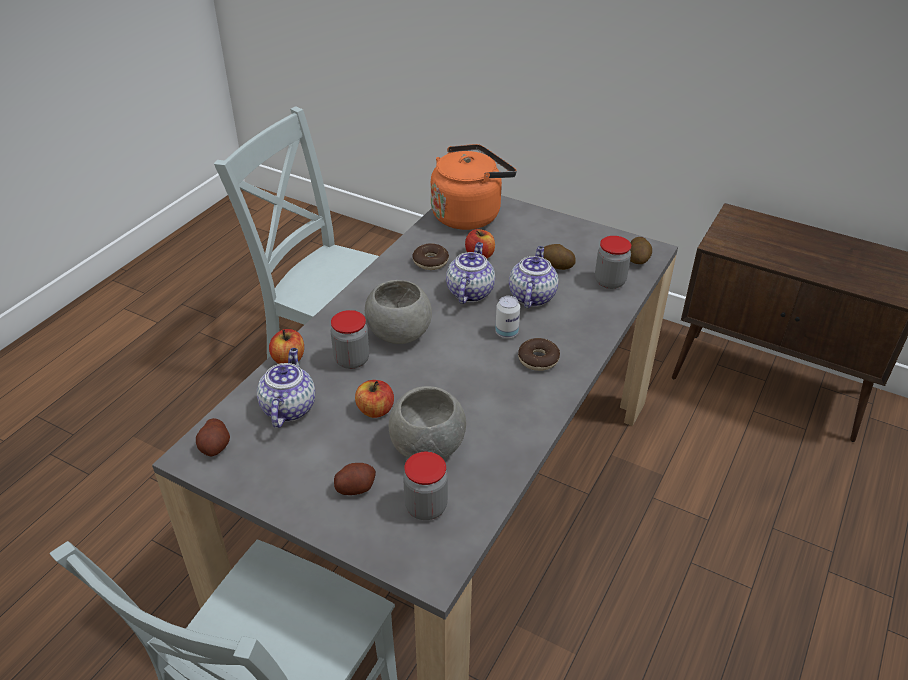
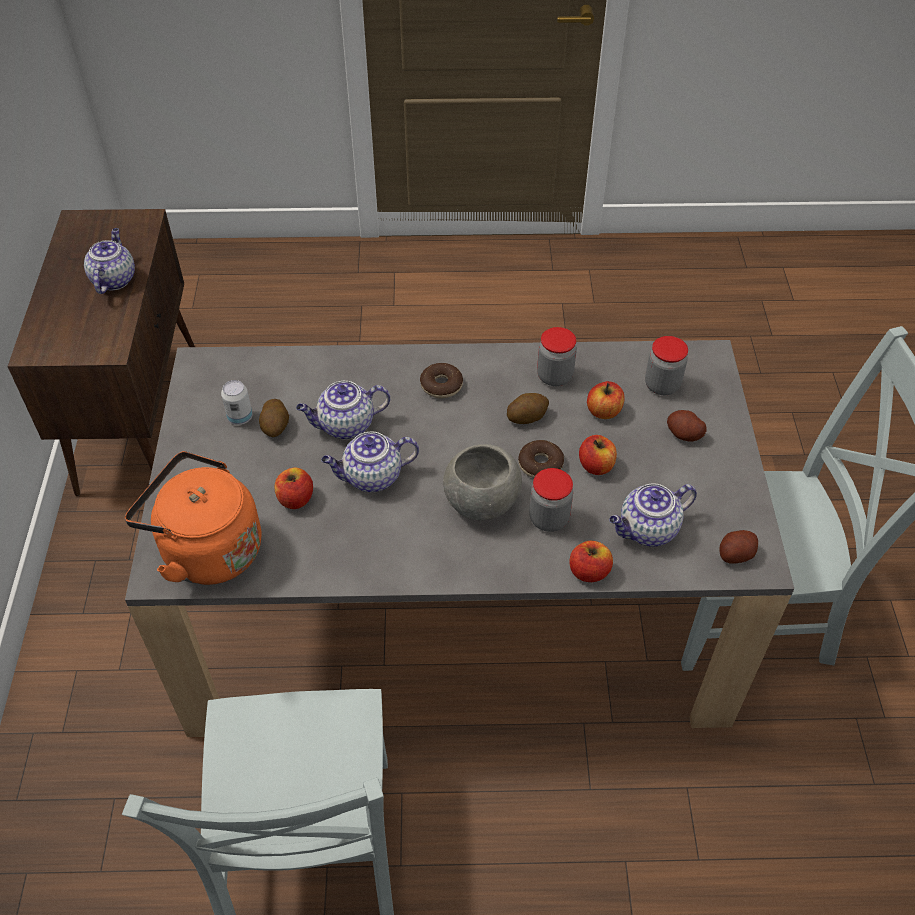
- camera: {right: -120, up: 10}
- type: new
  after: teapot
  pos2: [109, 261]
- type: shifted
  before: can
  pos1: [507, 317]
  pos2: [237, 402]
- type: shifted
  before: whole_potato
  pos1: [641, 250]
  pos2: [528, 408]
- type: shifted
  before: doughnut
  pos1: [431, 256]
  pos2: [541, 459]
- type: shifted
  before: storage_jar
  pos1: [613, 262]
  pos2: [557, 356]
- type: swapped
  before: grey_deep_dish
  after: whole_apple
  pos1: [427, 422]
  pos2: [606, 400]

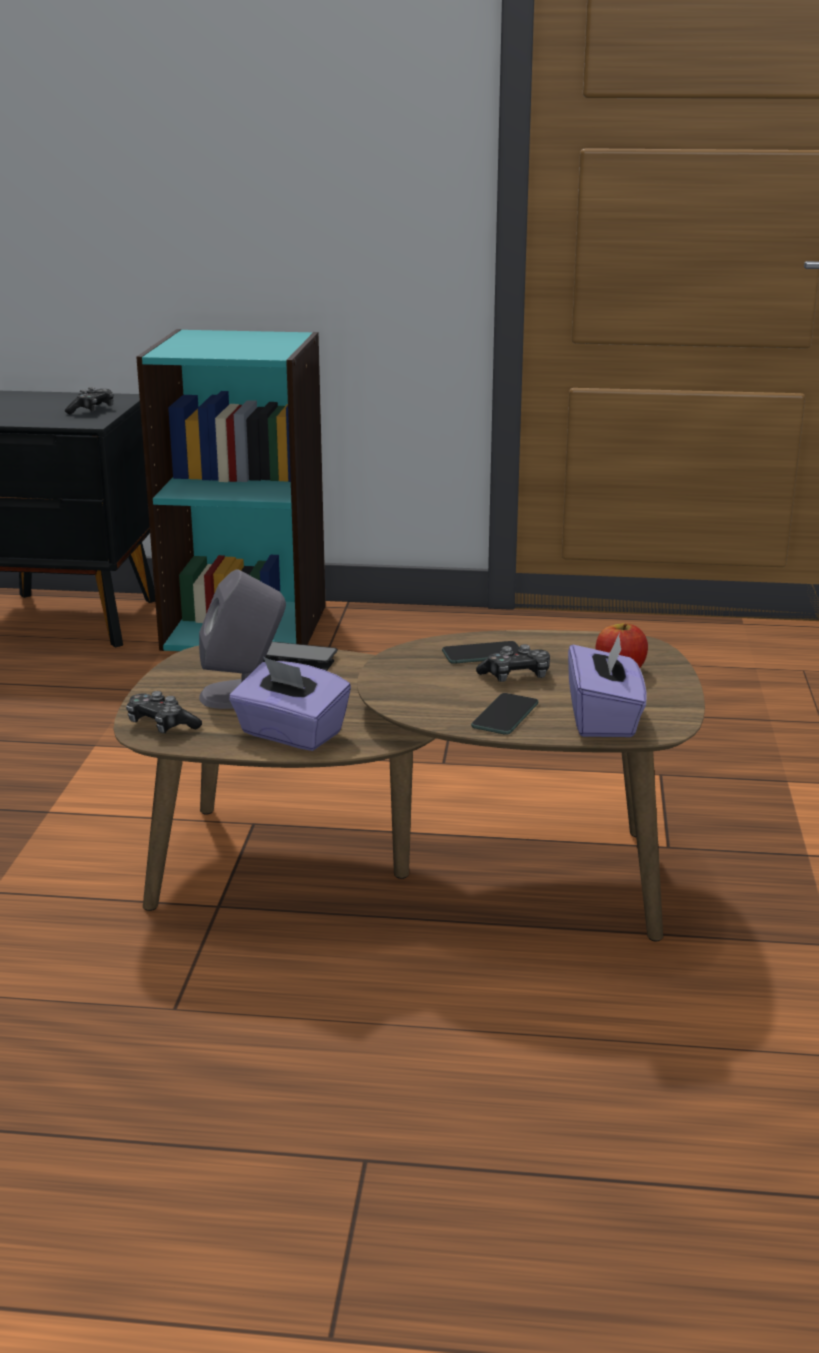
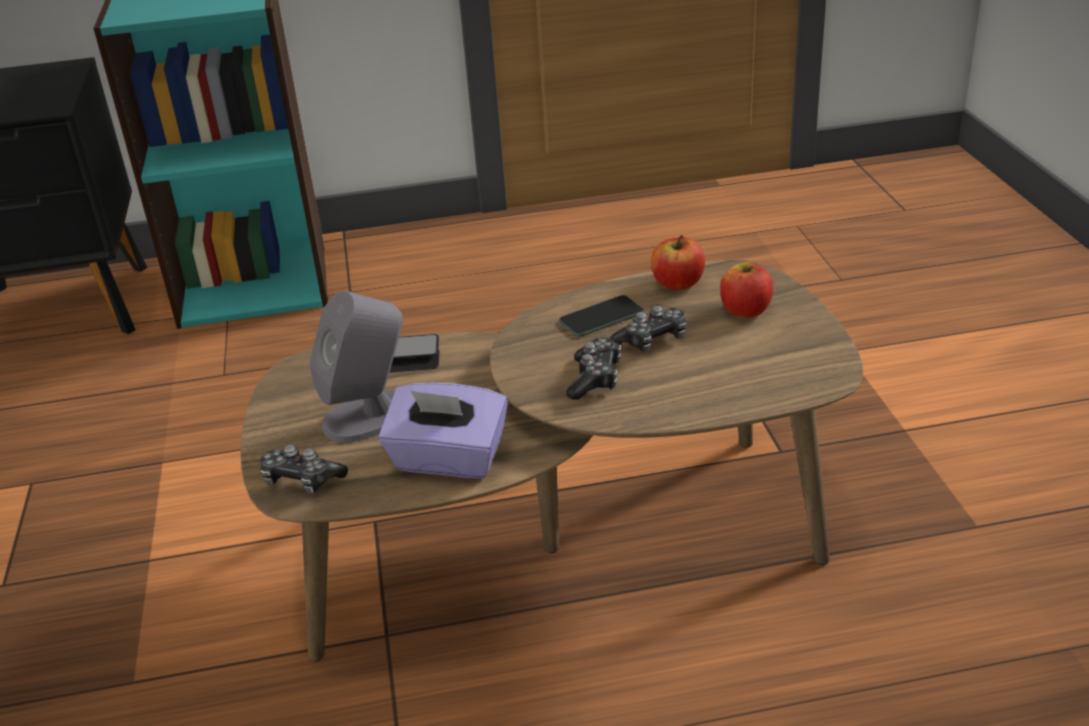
- camera: {right: -15, up: 10}
- type: shifted
  before: game_controller
  pos1: [89, 400]
  pos2: [594, 368]
- type: new
  after: whole_apple
  pos2: [678, 262]
- type: gone
  before: handset
  pos1: [504, 714]
- type: gone
  before: purple-coloured_tissue_holder
  pos1: [607, 685]

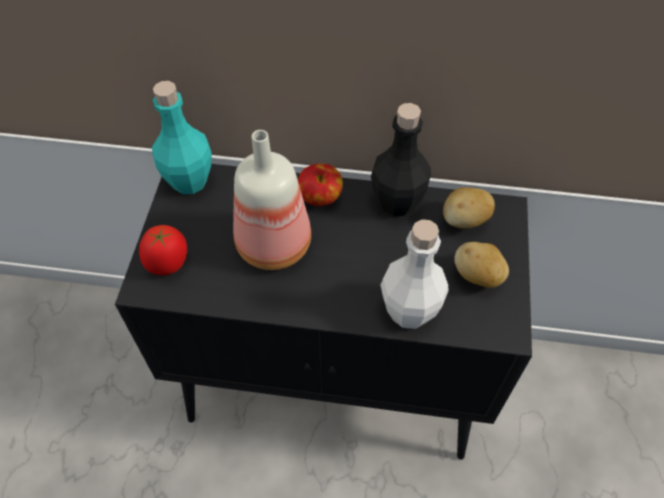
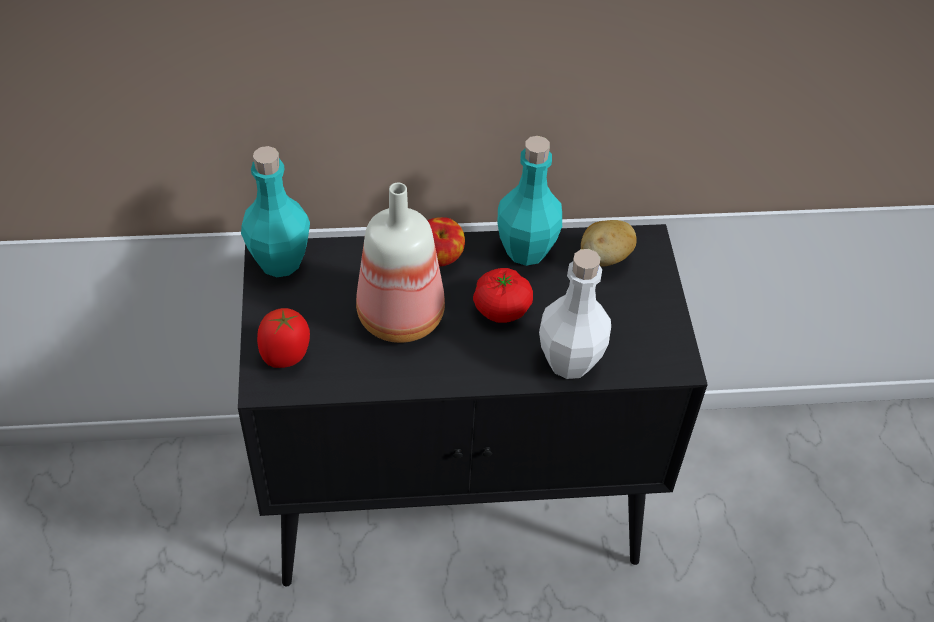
- camera: {right: -15, up: -5}
- type: new
  after: fresh_tomato
  pos2: [503, 295]
- type: repainted
  before: blackish_drink_bottle
  after: turquoise_drink_bottle
  pos1: [401, 159]
  pos2: [529, 201]
- type: gone
  before: whole_potato
  pos1: [481, 265]

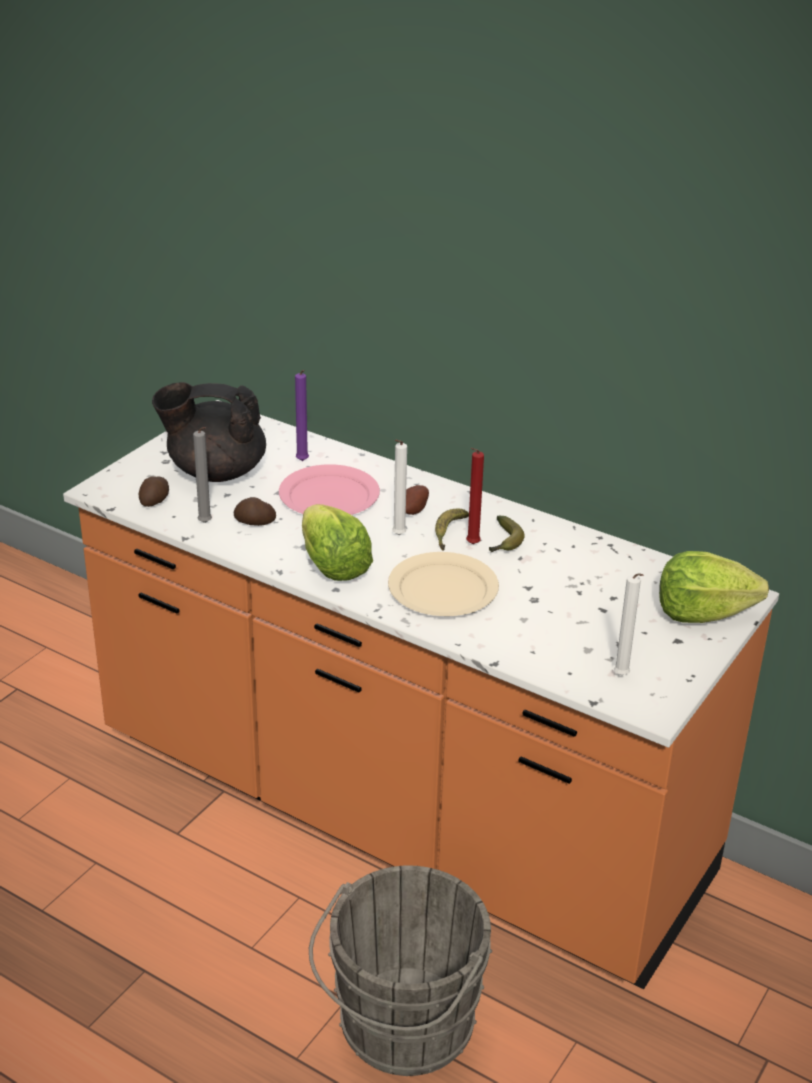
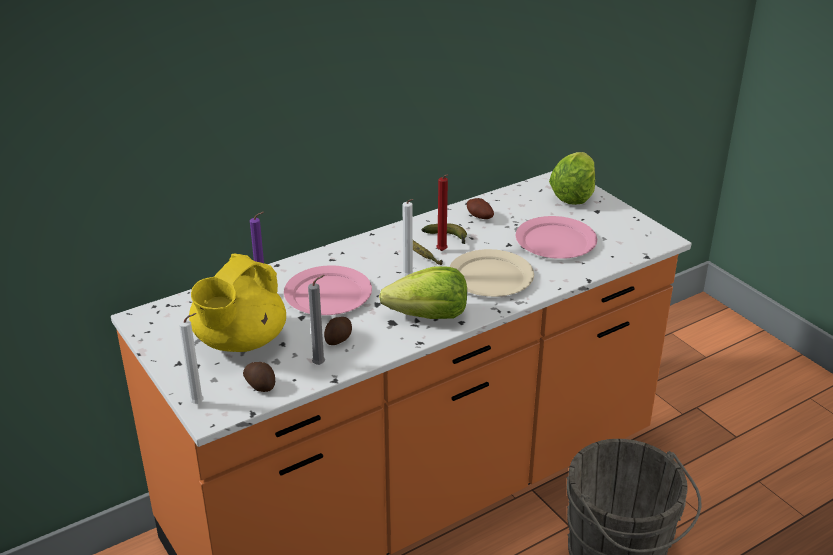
- camera: {right: -65, up: 0}
- type: shifted
  before: white-coloured_wax_candle
  pos1: [628, 624]
  pos2: [191, 358]
- type: repainted
  before: blackish_teapot
  after: yellowish_teapot
  pos1: [209, 432]
  pos2: [237, 303]
- type: shifted
  before: whole_potato
  pos1: [417, 500]
  pos2: [480, 208]
- type: new
  after: pink-coloured_plate
  pos2: [556, 237]

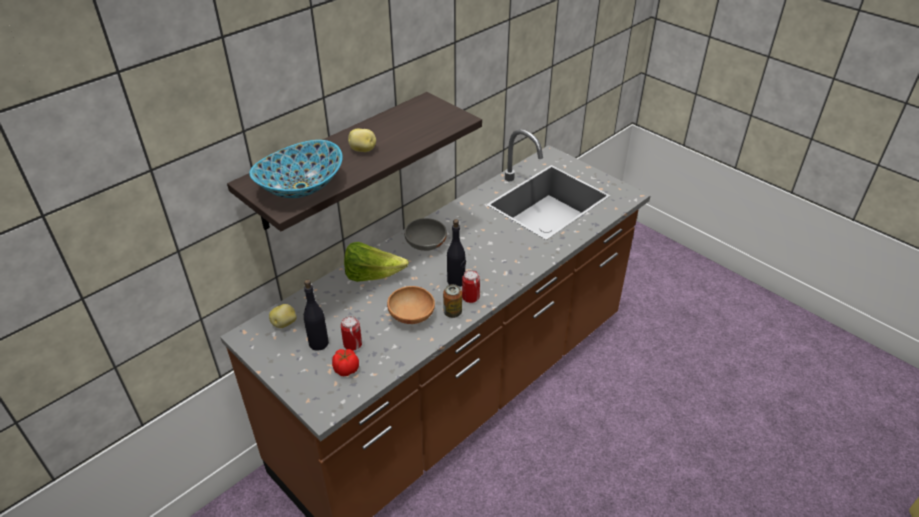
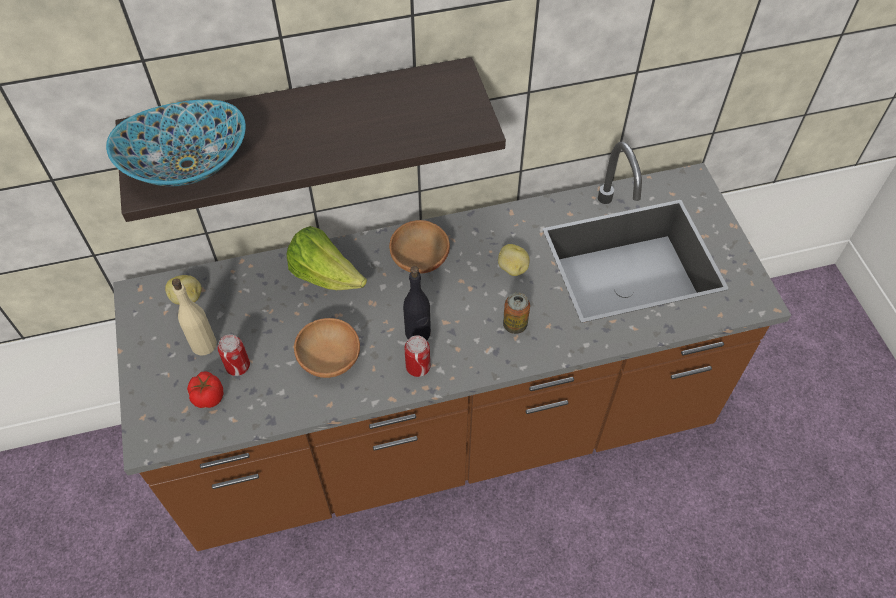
- camera: {right: 30, up: 15}
- type: repainted
  before: blackish_drink_bottle
  after: beige_drink_bottle
  pos1: [316, 315]
  pos2: [194, 317]
- type: repainted
  before: grey_deep_dish
  after: brown-coloured_deep_dish
  pos1: [425, 234]
  pos2: [419, 247]
- type: shifted
  before: whole_potato
  pos1: [362, 140]
  pos2: [514, 260]
- type: shifted
  before: can
  pos1: [452, 301]
  pos2: [516, 313]

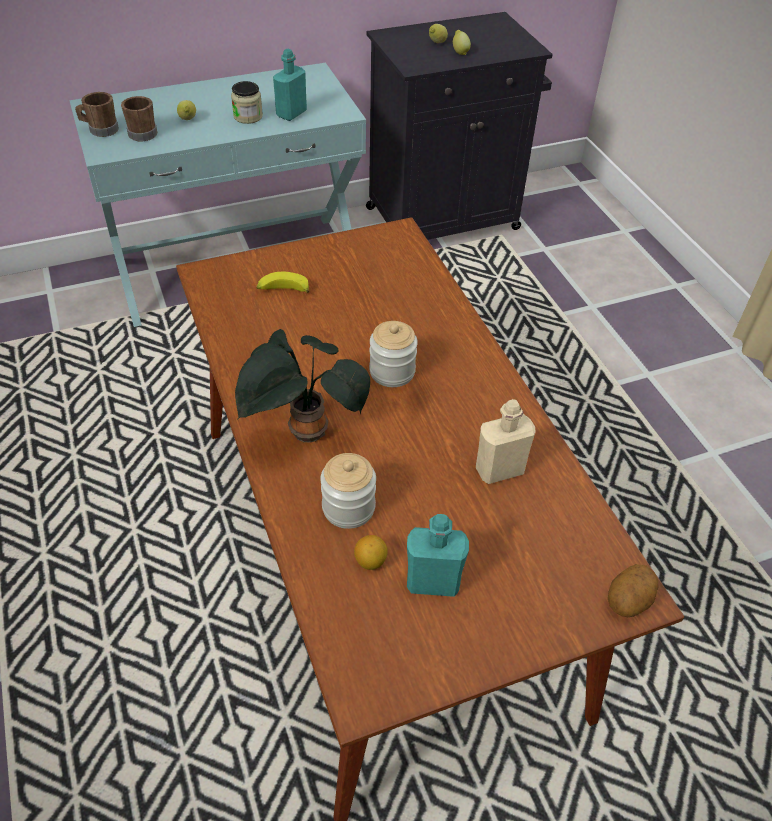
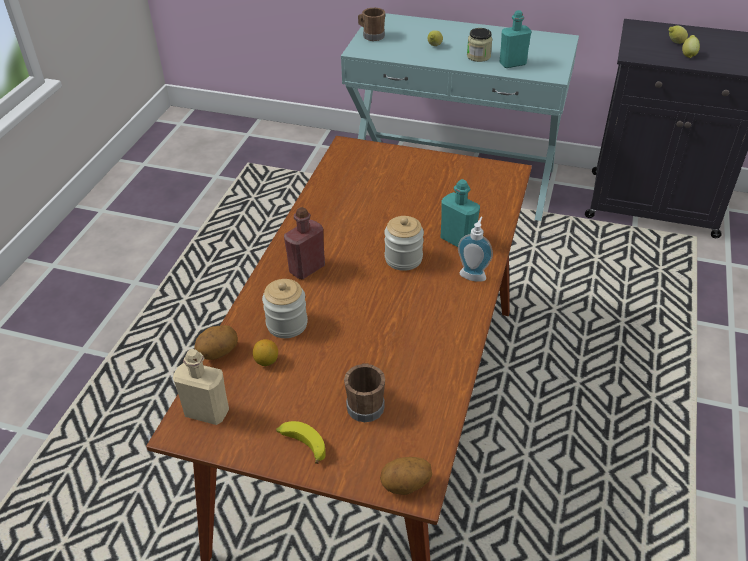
- camera: {right: 40, up: -5}
- type: shifted
  before: beige_drink_bottle
  pos1: [506, 441]
  pos2: [201, 387]
- type: new
  after: whole_potato
  pos2: [216, 342]
- type: shifted
  before: banana_fruit
  pos1: [282, 282]
  pos2: [301, 442]
- type: swapped
  before: plant_in_a_pot
  after: reddish_drink_bottle
  pos1: [302, 386]
  pos2: [304, 243]
- type: shifted
  before: brown-coloured_coffee_mug
  pos1: [139, 118]
  pos2: [364, 393]
- type: shifted
  before: turquoise_drink_bottle
  pos1: [438, 555]
  pos2: [460, 213]
- type: new
  after: soap_dispenser
  pos2: [475, 249]

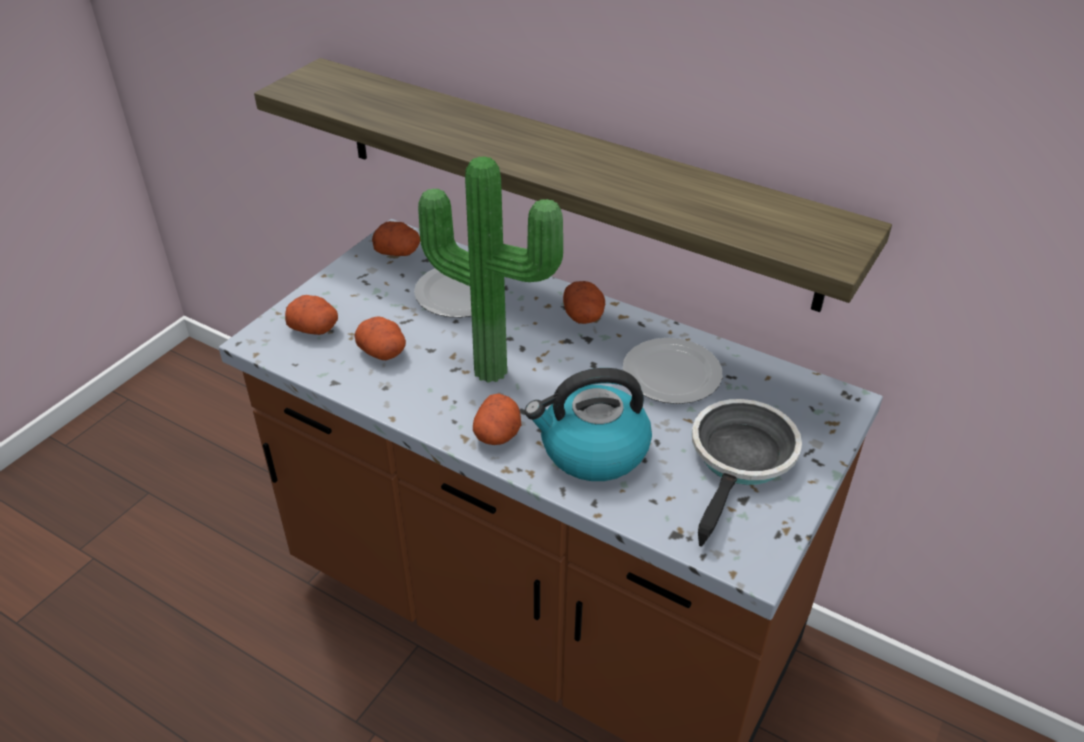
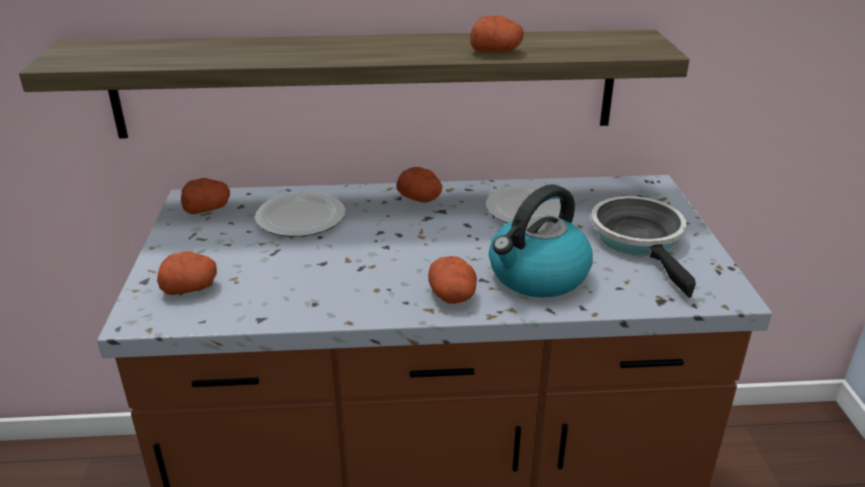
- camera: {right: -35, up: -10}
- type: shifted
  before: whole_potato
  pos1: [380, 338]
  pos2: [497, 34]
- type: gone
  before: plant_in_a_pot
  pos1: [490, 269]

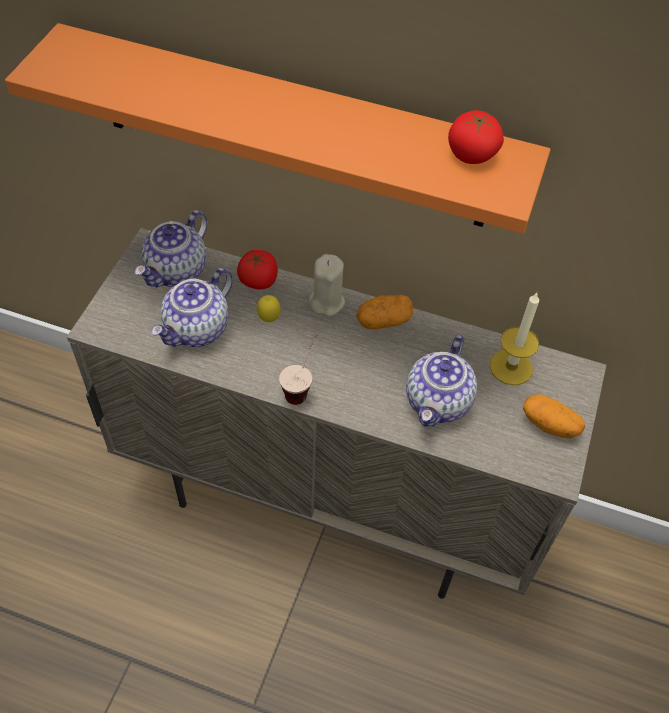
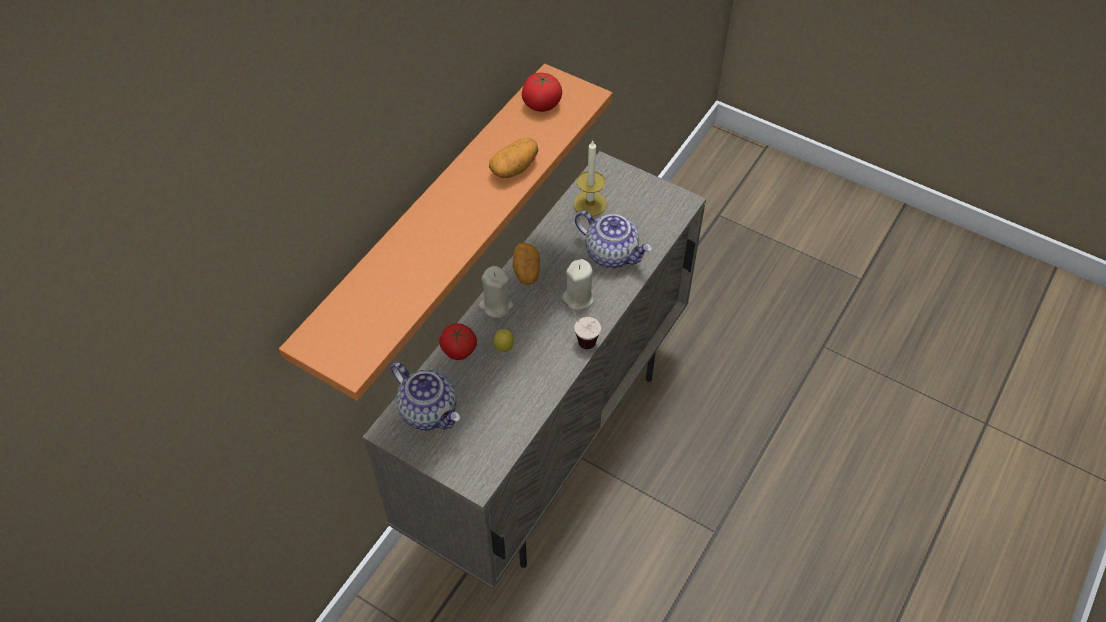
- camera: {right: -75, up: 0}
- type: shifted
  before: whole_potato
  pos1: [554, 416]
  pos2: [513, 158]
- type: new
  after: beige_wax_candle
  pos2: [578, 284]
- type: gone
  before: teapot
  pos1: [192, 307]

